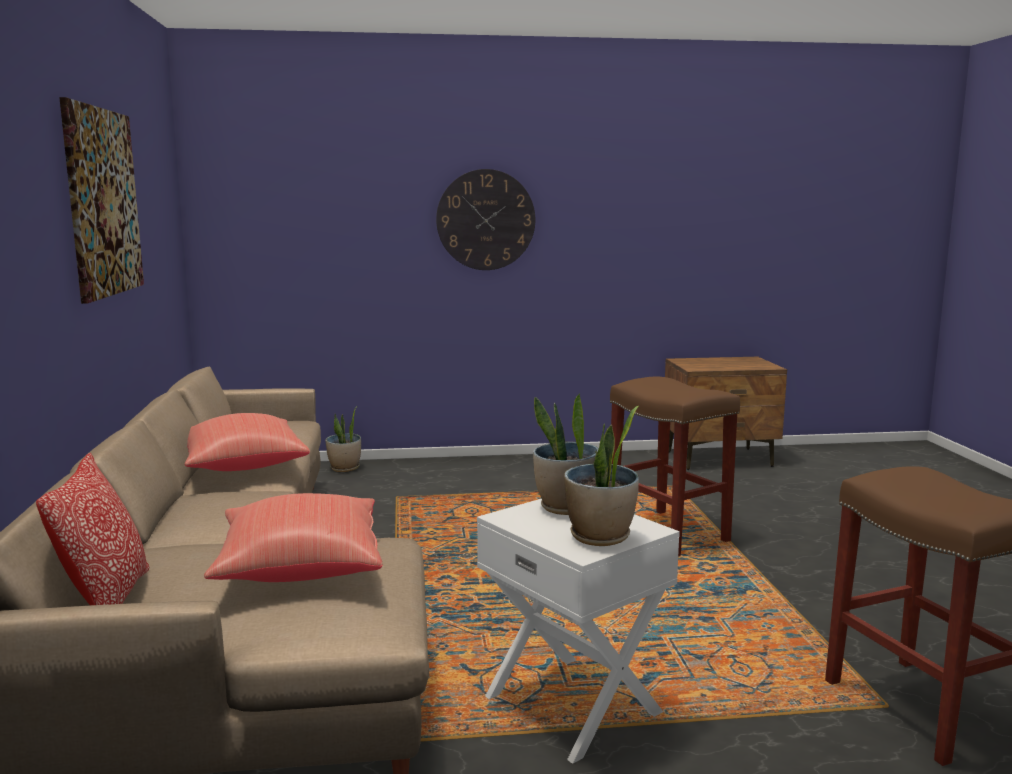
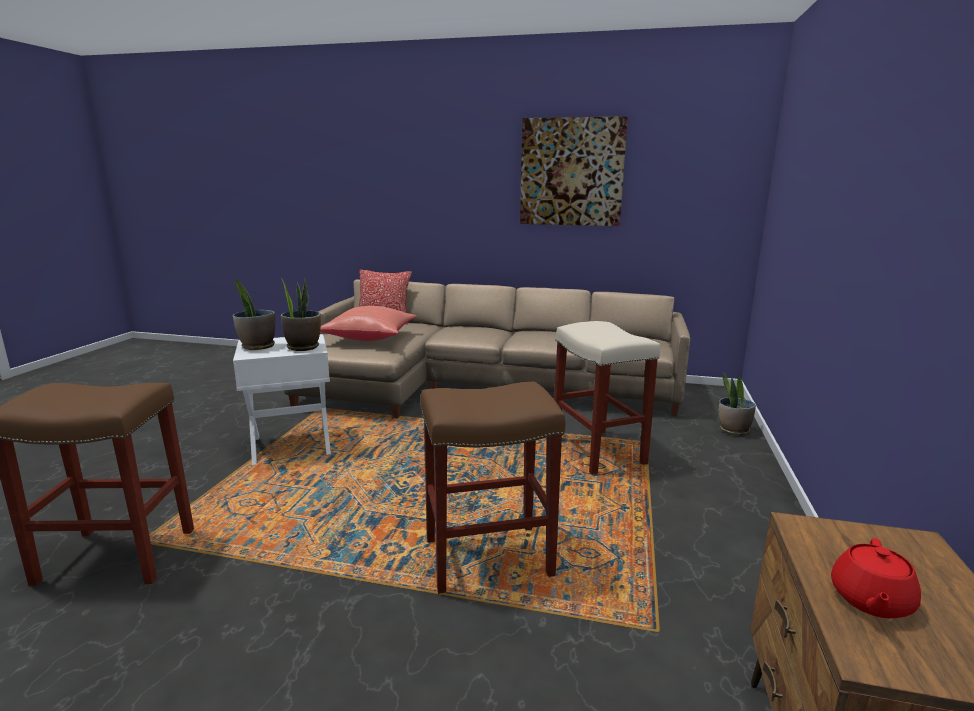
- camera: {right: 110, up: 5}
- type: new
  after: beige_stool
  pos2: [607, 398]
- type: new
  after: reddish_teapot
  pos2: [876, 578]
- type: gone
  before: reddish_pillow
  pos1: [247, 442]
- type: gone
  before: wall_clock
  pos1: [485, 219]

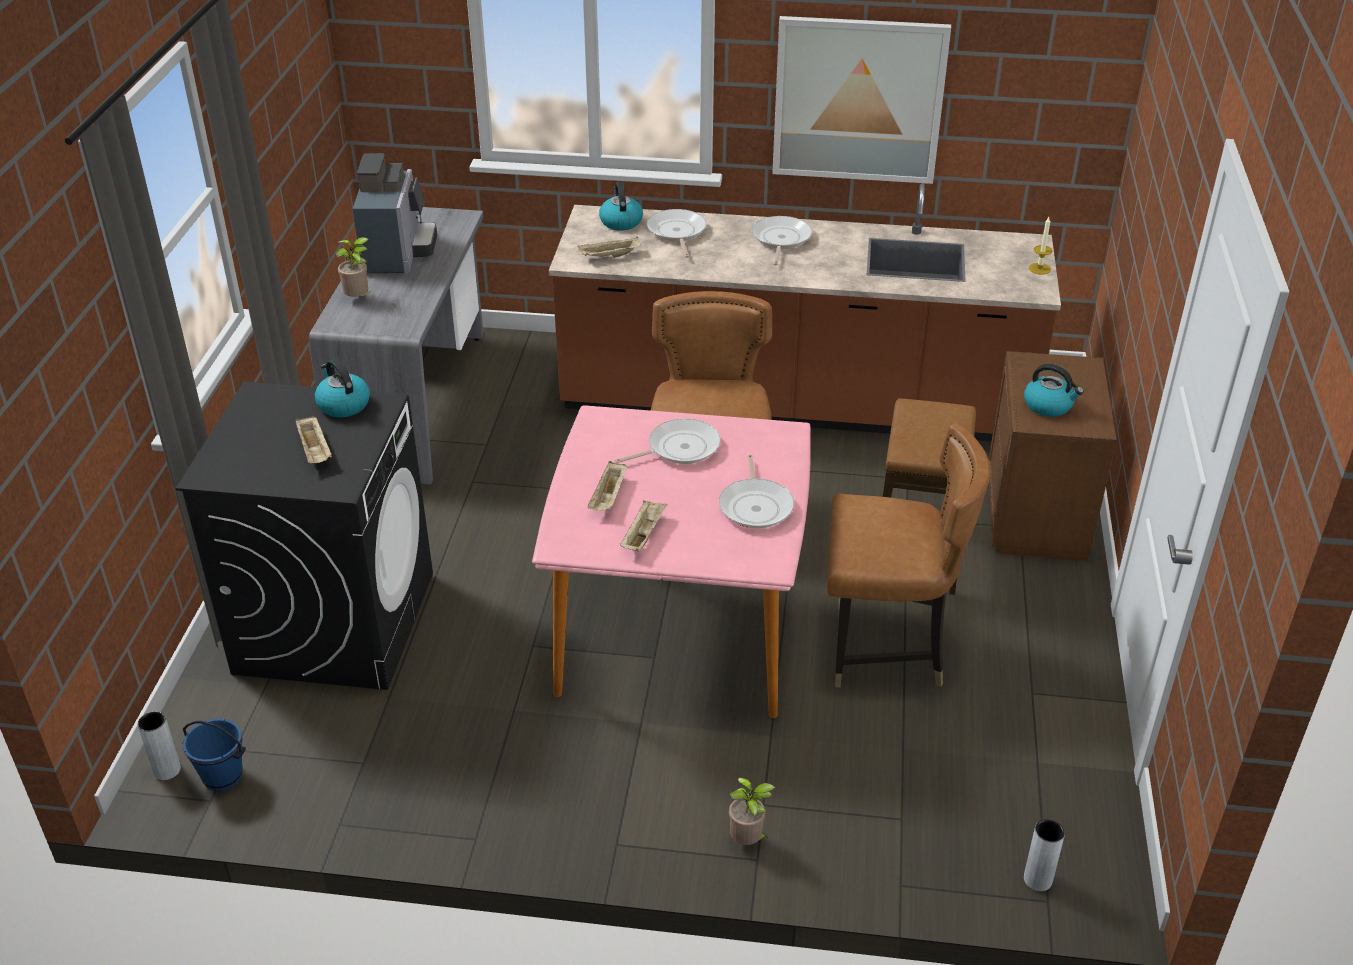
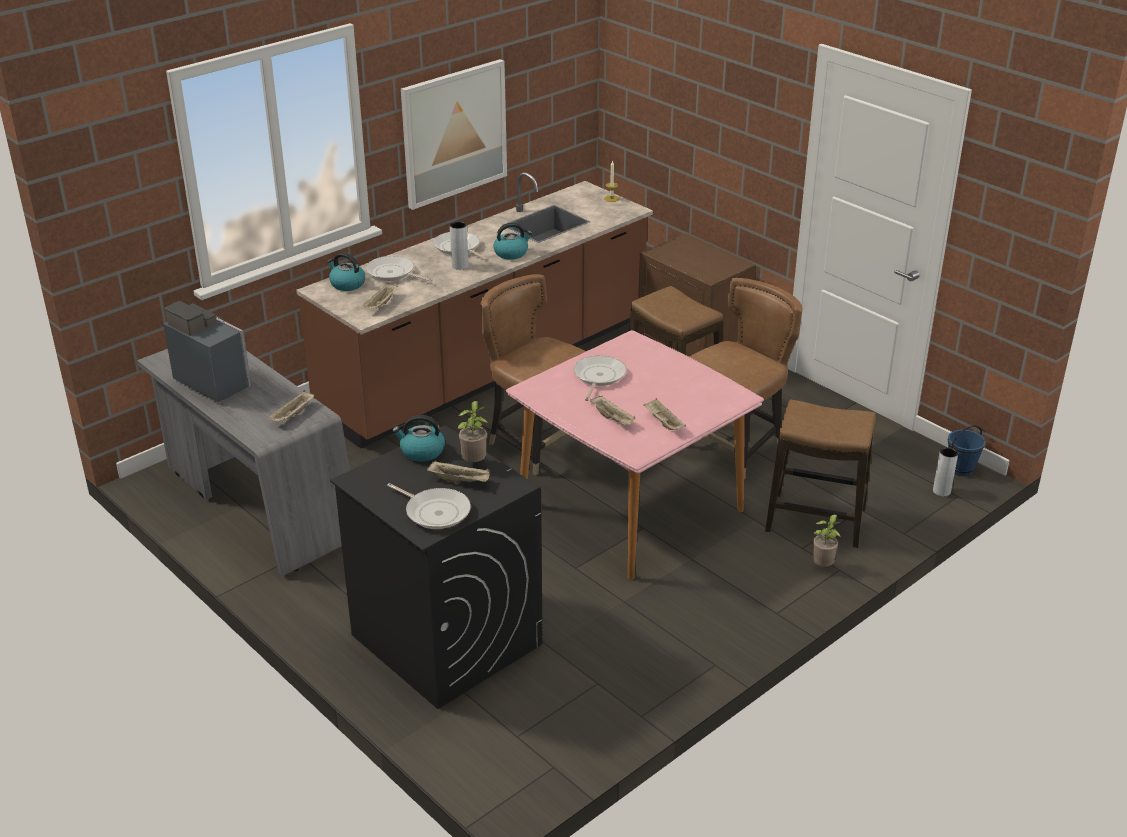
- camera: {right: -50, up: -5}
- type: new
  after: beige_carrying_tray
  pos2: [291, 405]
- type: shifted
  before: skillet
  pos1: [756, 492]
  pos2: [429, 506]
- type: shifted
  before: grey_vase
  pos1: [159, 745]
  pos2: [459, 245]
- type: shifted
  before: plant_in_a_pot
  pos1: [353, 267]
  pos2: [473, 431]
- type: shifted
  before: kettle
  pos1: [1054, 390]
  pos2: [512, 241]
- type: new
  after: stool
  pos2: [820, 473]
- type: shifted
  before: bluish_bucket
  pos1: [214, 755]
  pos2: [967, 450]

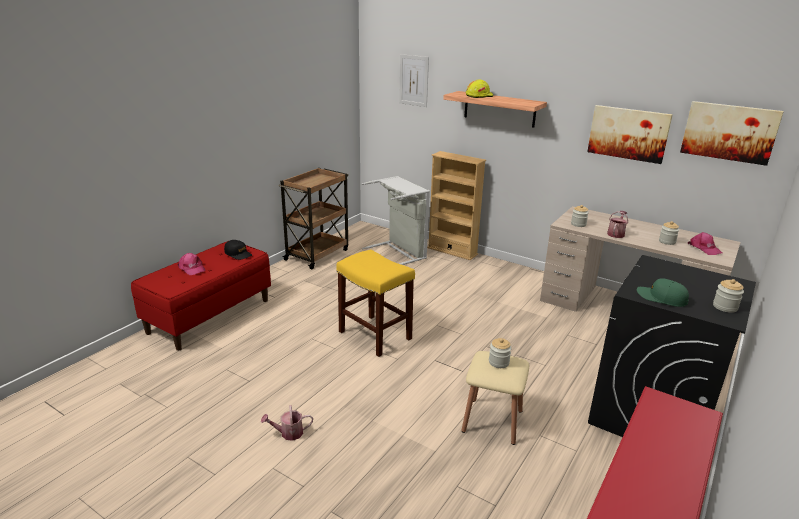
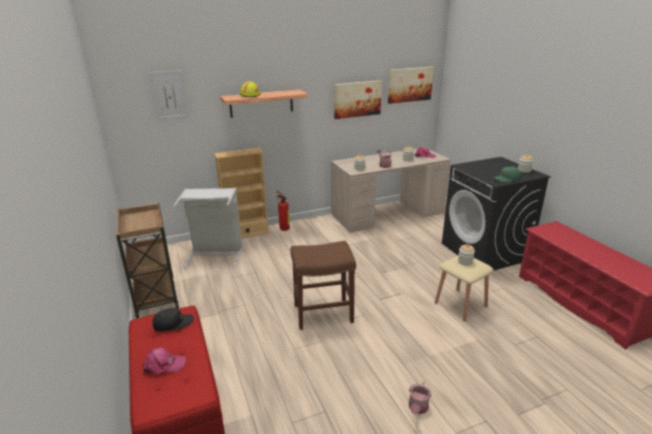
- camera: {right: -55, up: 0}
- type: new
  after: fire-fighting_cylinder
  pos2: [283, 210]
- type: repainted
  before: yellowish_stool
  after: brown-coloured_stool
  pos1: [375, 303]
  pos2: [323, 285]

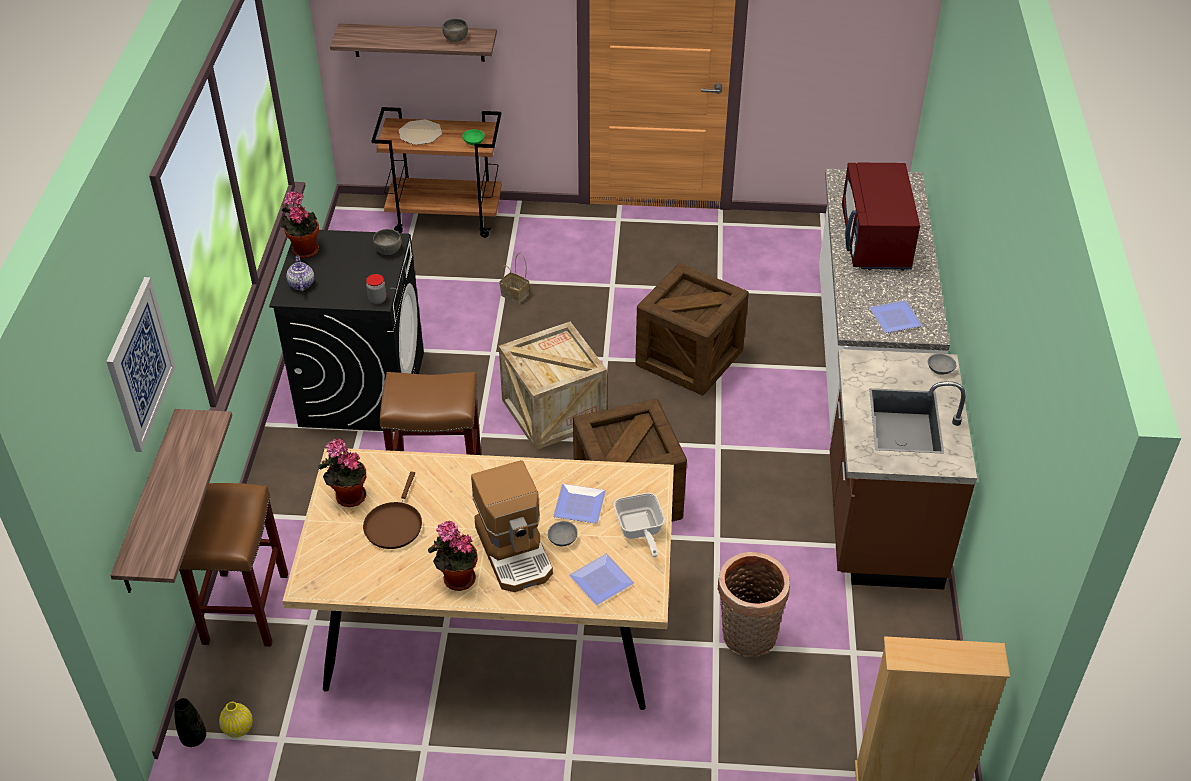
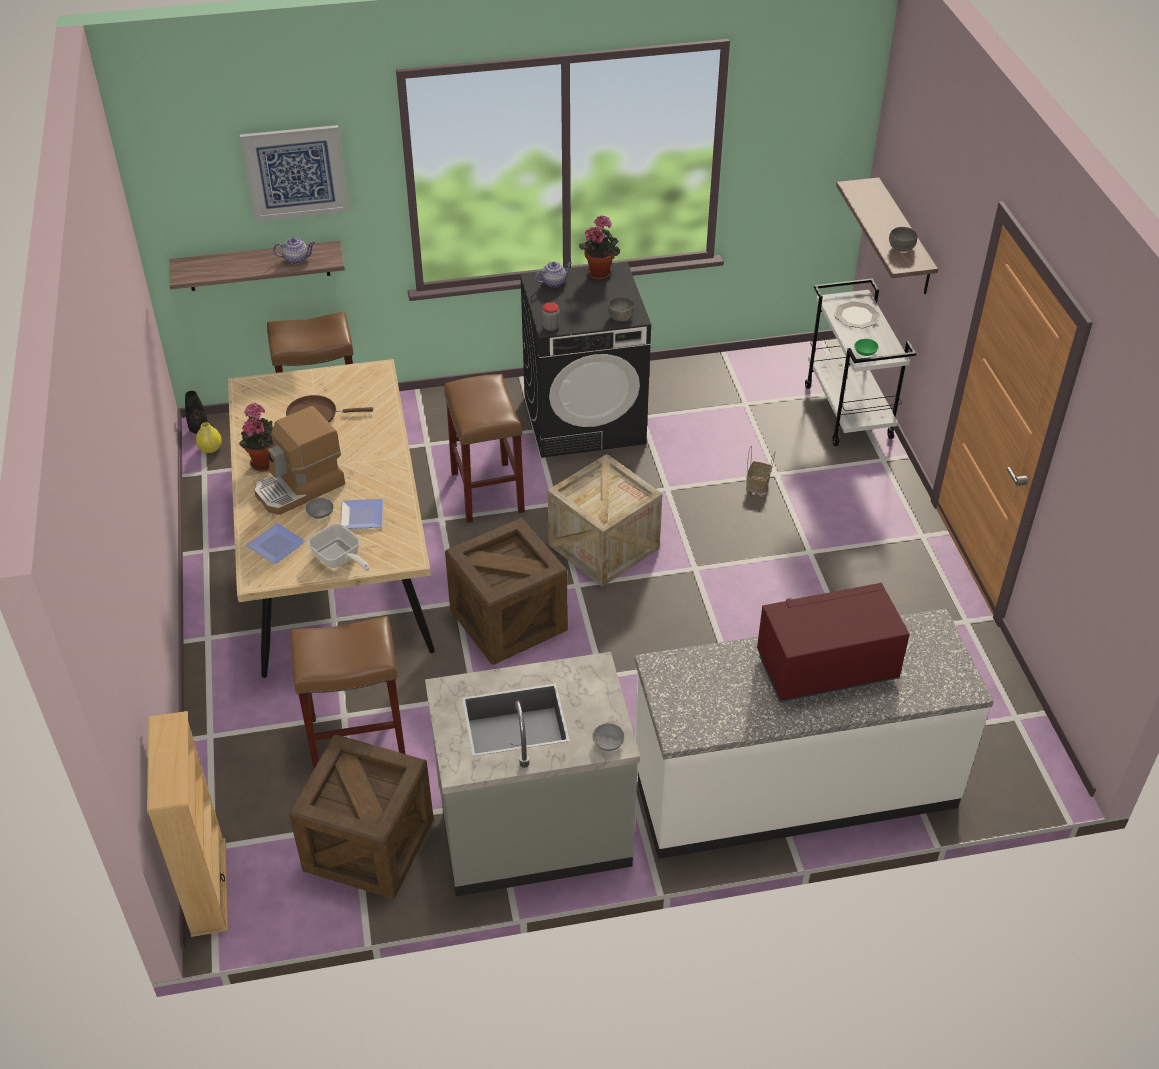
- camera: {right: 75, up: 0}
- type: new
  after: teapot
  pos2: [294, 251]
- type: shifted
  before: packing_crate
  pos1: [692, 329]
  pos2: [361, 816]
- type: swapped
  before: basket
  after: brown-coloured_stool
  pos1: [754, 604]
  pos2: [348, 692]
- type: rotated
  before: skillet
  pos1: [639, 525]
  pos2: [338, 547]
  turn: -105
- type: repainted
  before: brown-coloured_kitchen_counter
  after: grey_kitchen_counter
  pos1: [903, 469]
  pos2: [532, 774]
- type: repainted
  before: brown-coloured_wheeled_cart
  after: white-coloured_wheeled_cart
  pos1: [437, 172]
  pos2: [860, 362]
- type: gone
  before: plant_in_a_pot
  pos1: [342, 473]
- type: gone
  before: plate
  pos1: [895, 316]

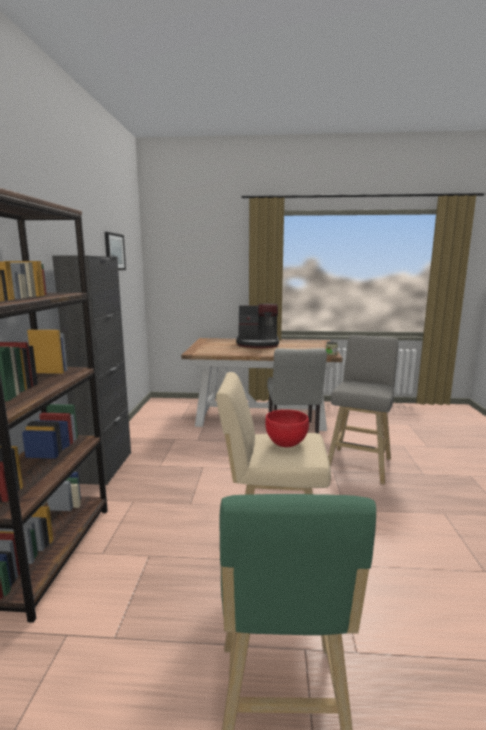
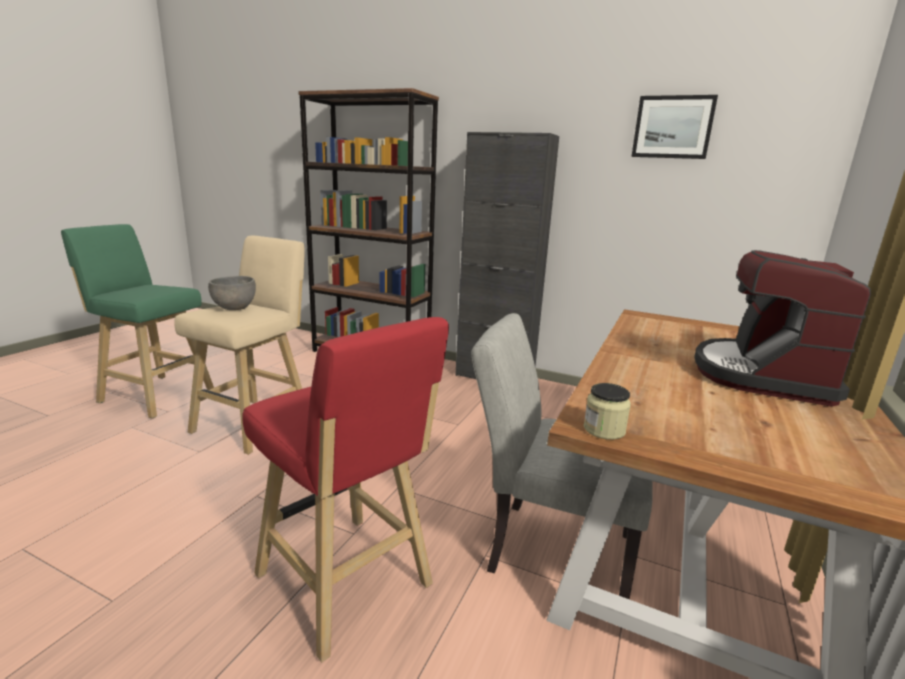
- camera: {right: 110, up: 5}
- type: repainted
  before: reddish_deep_dish
  after: grey_deep_dish
  pos1: [287, 428]
  pos2: [232, 293]
- type: repainted
  before: grey_stool
  after: reddish_stool
  pos1: [363, 410]
  pos2: [345, 489]

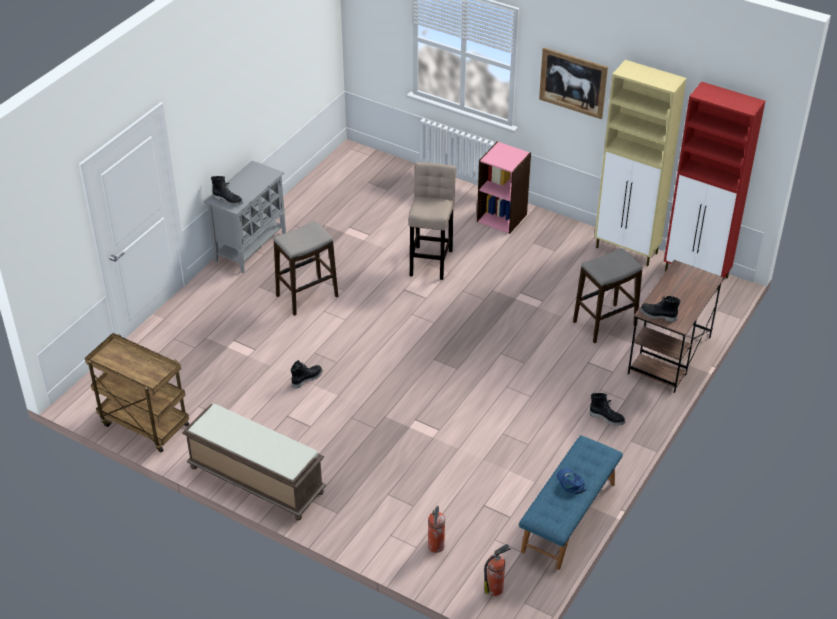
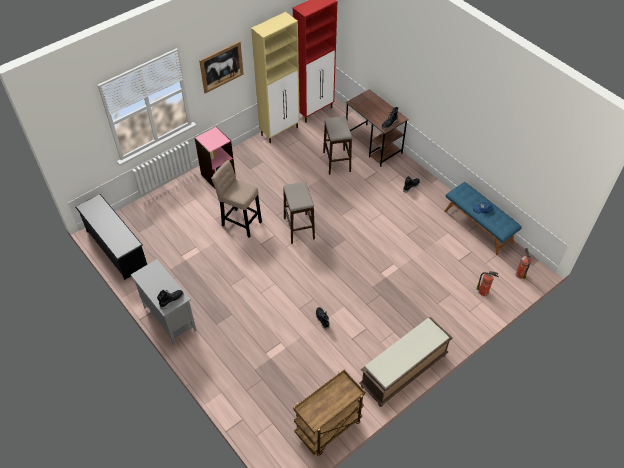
- camera: {right: -70, up: 10}
- type: new
  after: blackish_shoe_shelf
  pos2: [111, 237]
- type: shifted
  before: stool
  pos1: [306, 268]
  pos2: [299, 213]

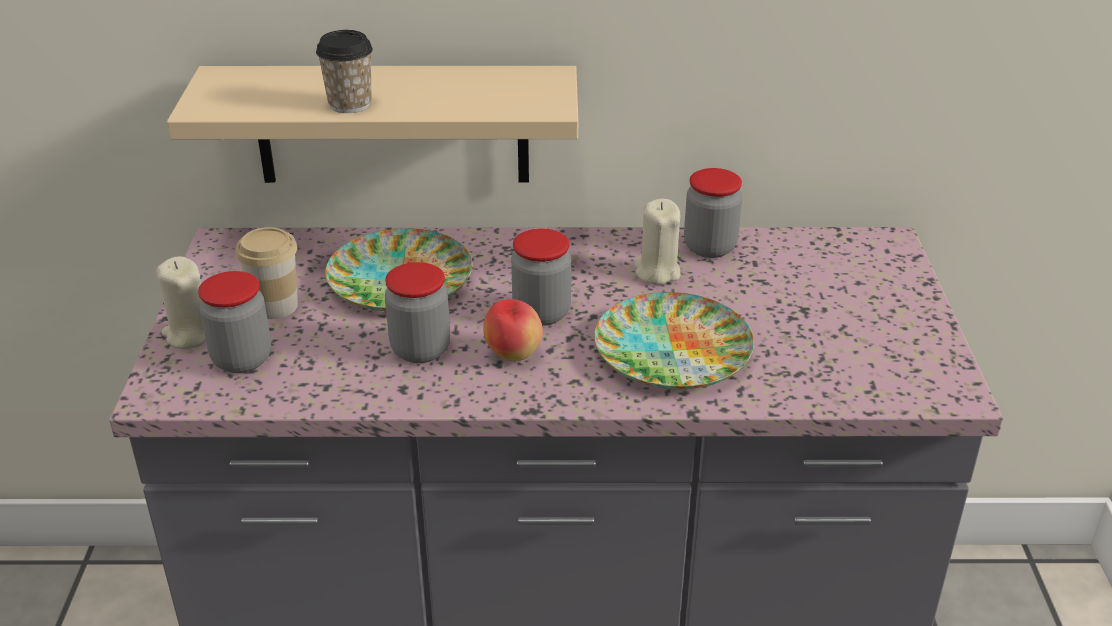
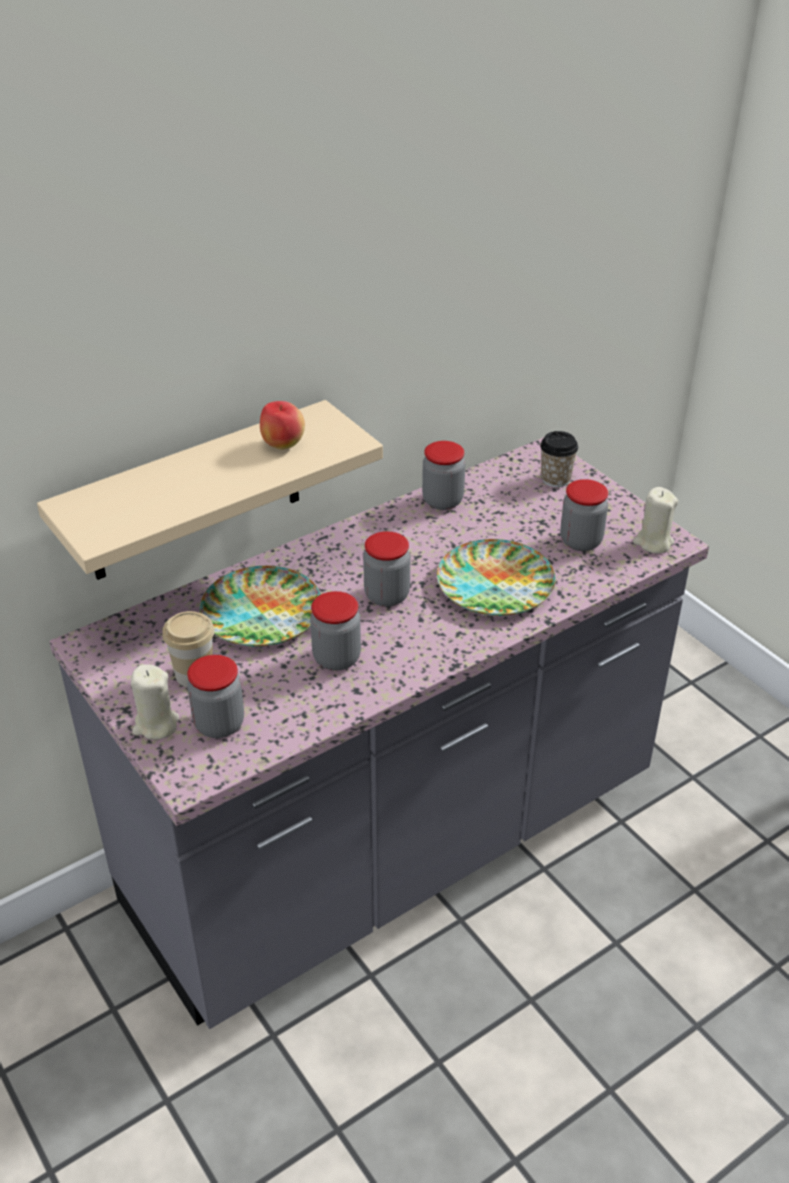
- camera: {right: -35, up: 5}
- type: shifted
  before: whole_apple
  pos1: [513, 330]
  pos2: [282, 425]
- type: shifted
  before: drinking_cup
  pos1: [344, 71]
  pos2: [559, 459]
- type: new
  after: storage_jar
  pos2: [584, 515]
- type: shifted
  before: beige_wax_candle
  pos1: [657, 242]
  pos2: [655, 520]

